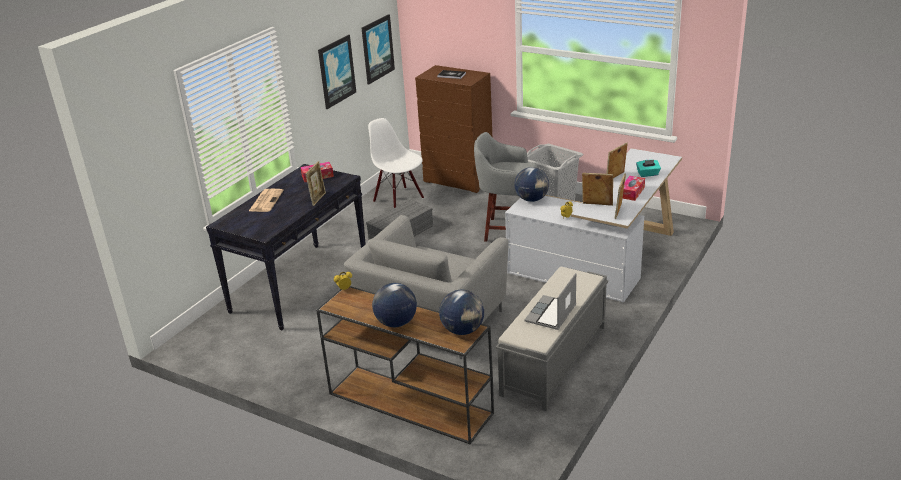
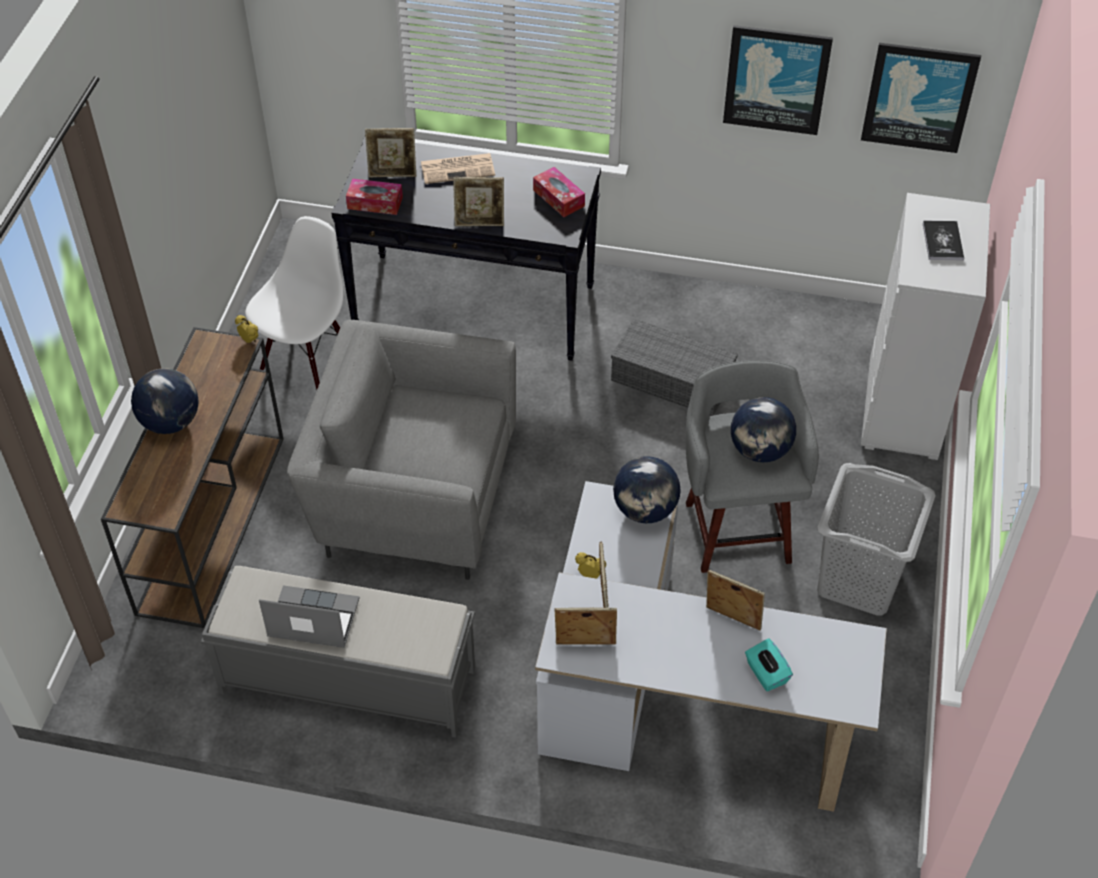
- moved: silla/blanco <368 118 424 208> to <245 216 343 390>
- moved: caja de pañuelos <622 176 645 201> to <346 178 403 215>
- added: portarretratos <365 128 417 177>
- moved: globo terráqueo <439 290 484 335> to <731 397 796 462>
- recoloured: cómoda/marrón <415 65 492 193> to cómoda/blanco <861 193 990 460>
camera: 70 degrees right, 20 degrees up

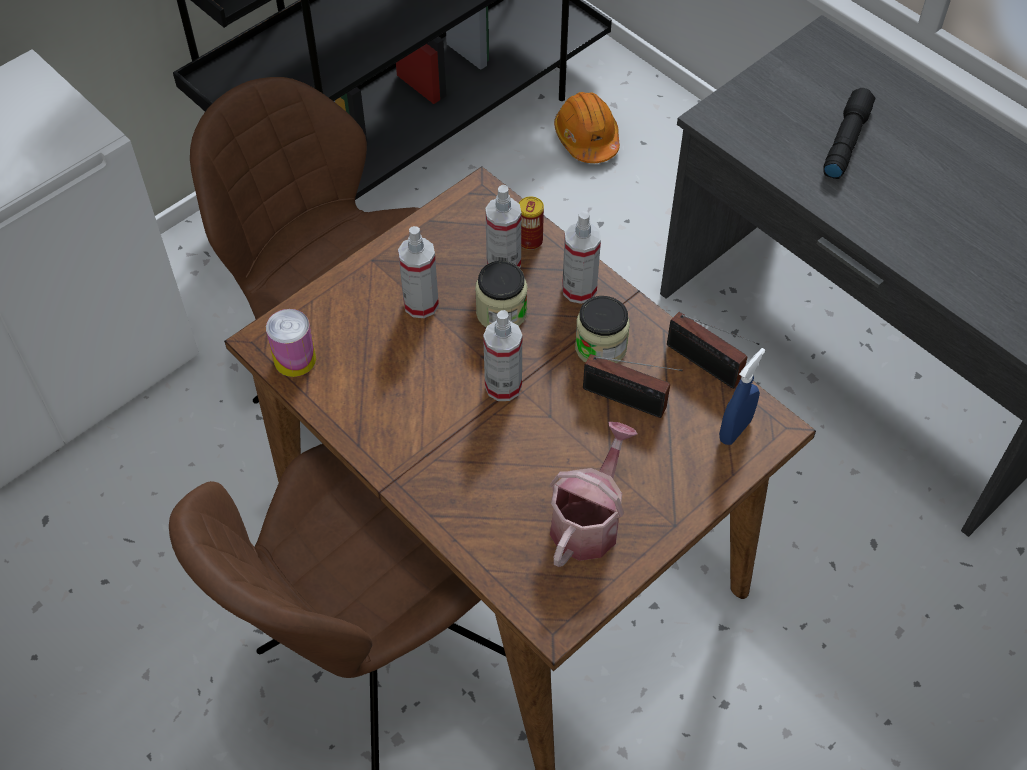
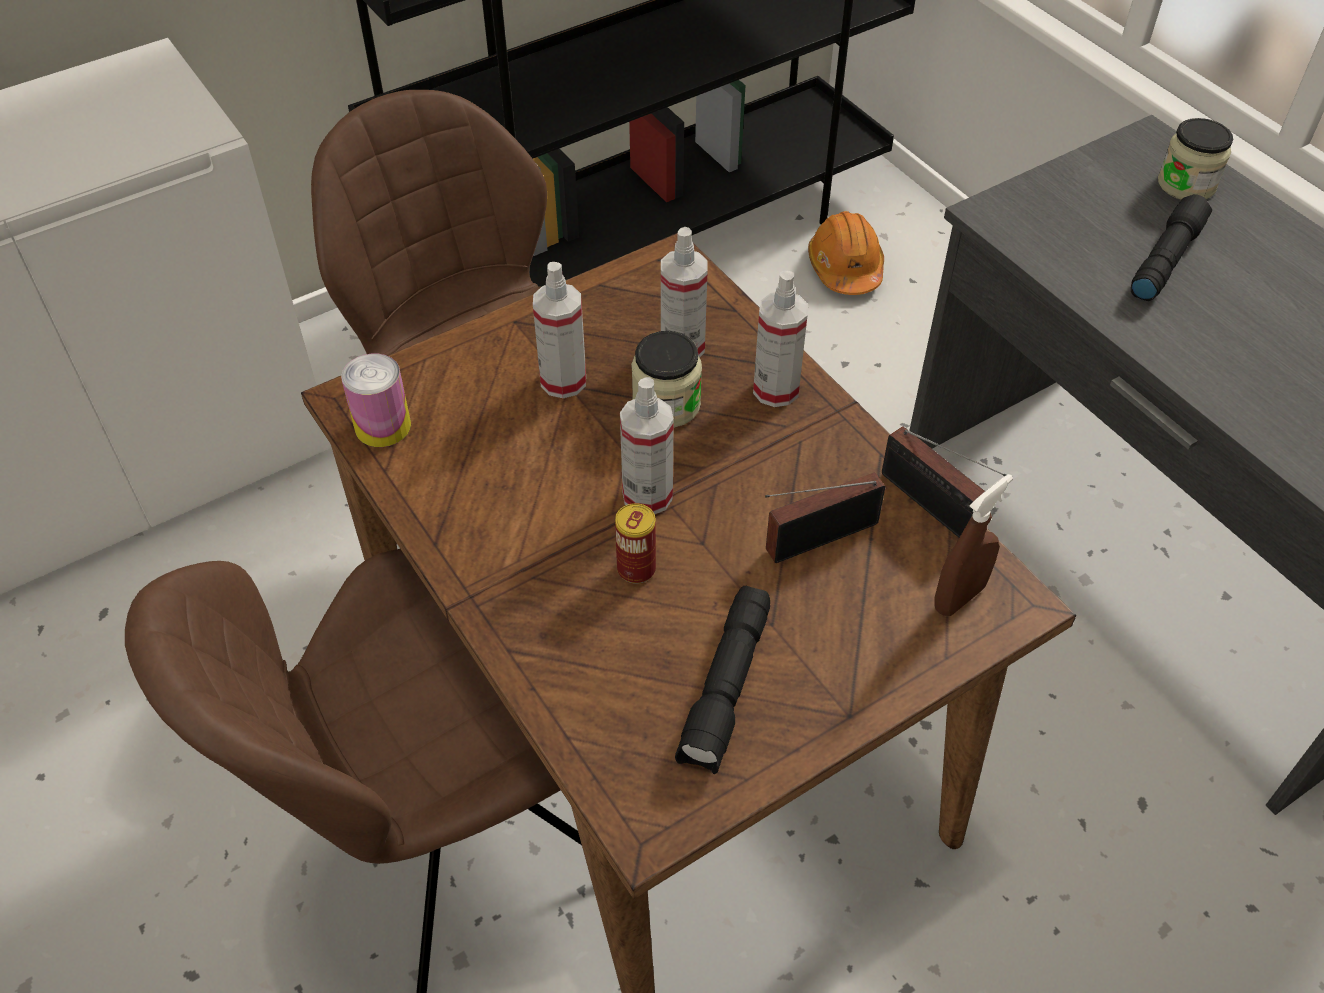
- moved: lata <519 196 544 250> to <615 503 656 584>
- replaced: regadera <550 422 637 567> to linterna/negro <675 586 770 774>
- turned: radio <583 354 683 418> = <765 473 885 563> 120 degrees clockwise
- recoloured: pulverizador/azul <719 348 765 445> to pulverizador/marrón <935 474 1013 616>
- moved: tarro <575 296 630 363> to <1158 118 1233 200>
camera: 10 degrees right, 5 degrees down

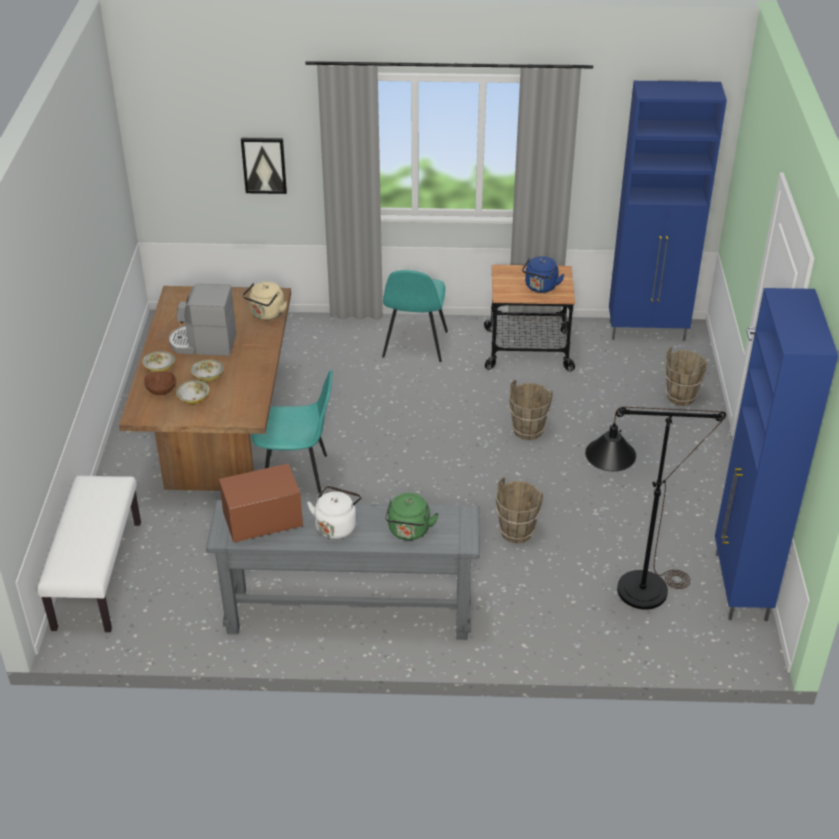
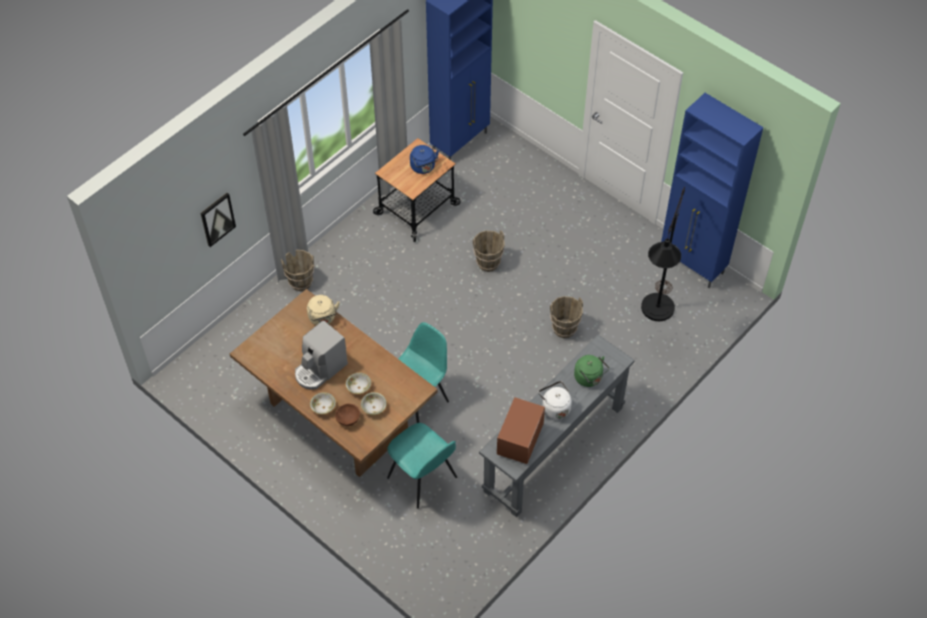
- moved: cubo/marrón <665 347 708 406> to <281 250 314 291>
- moved: silla/turquesa <382 270 448 362> to <387 423 457 509>
- removed: banco/blanco <37 476 141 632>
camera: 50 degrees left, 15 degrees up

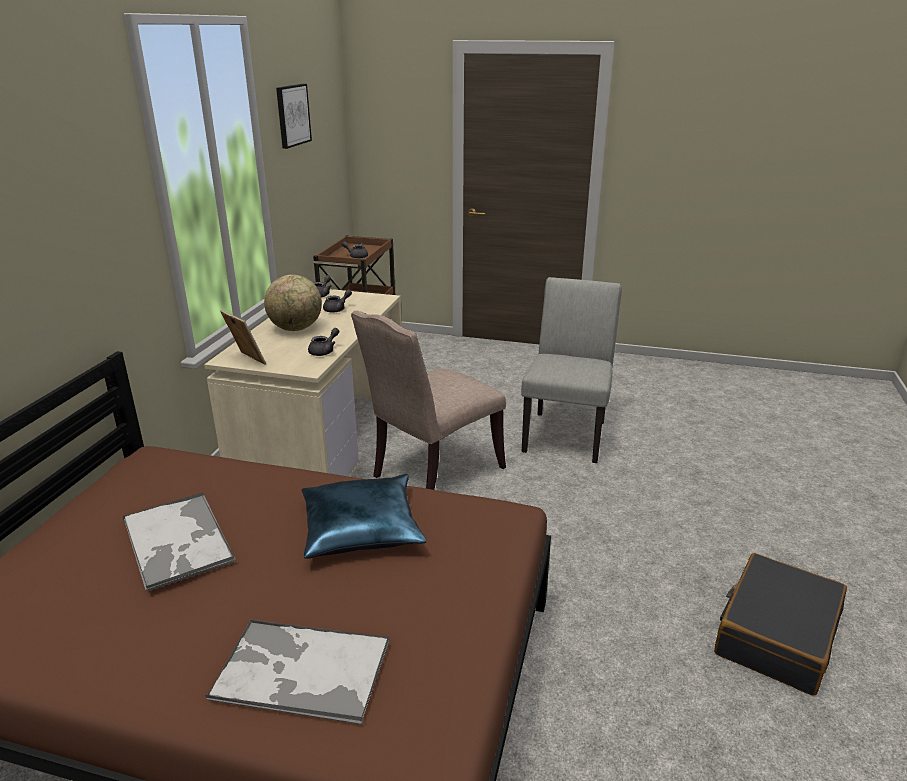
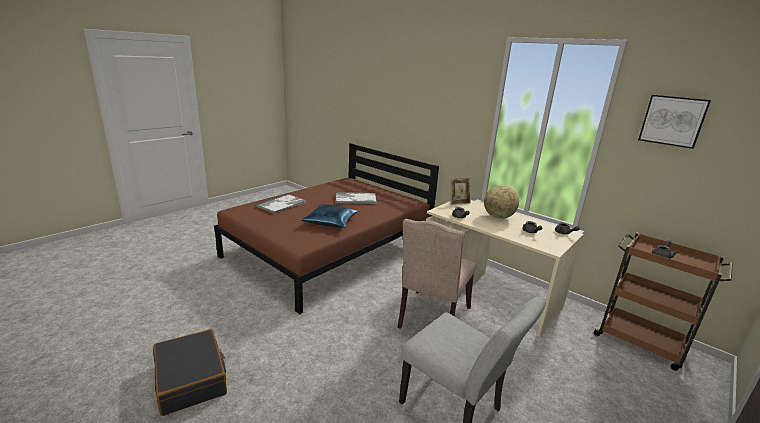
- turned: silla/beis <351 311 506 490> = <397 219 477 329> 135 degrees counterclockwise
camera: 115 degrees right, 5 degrees down

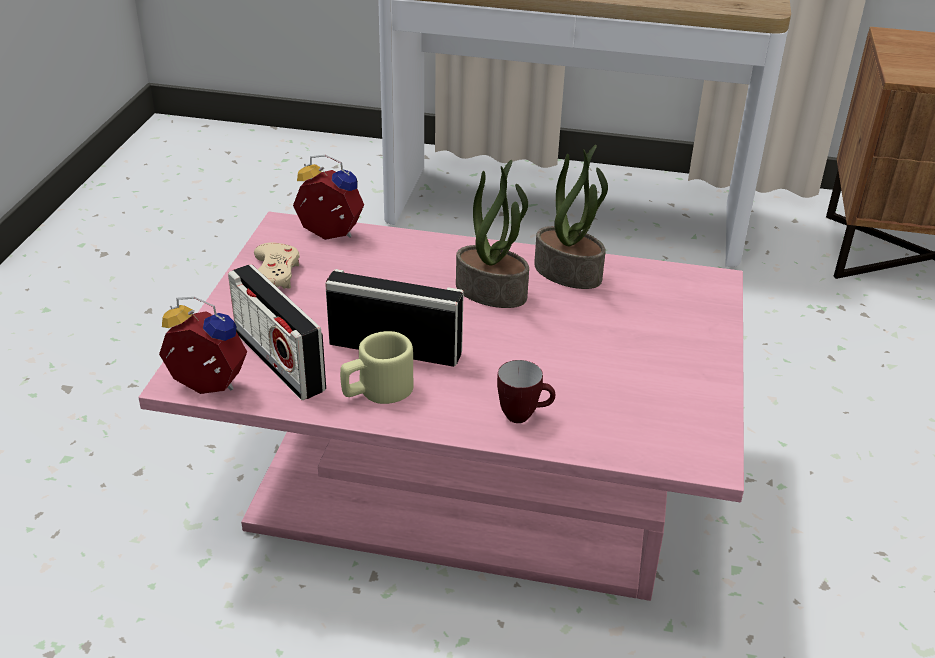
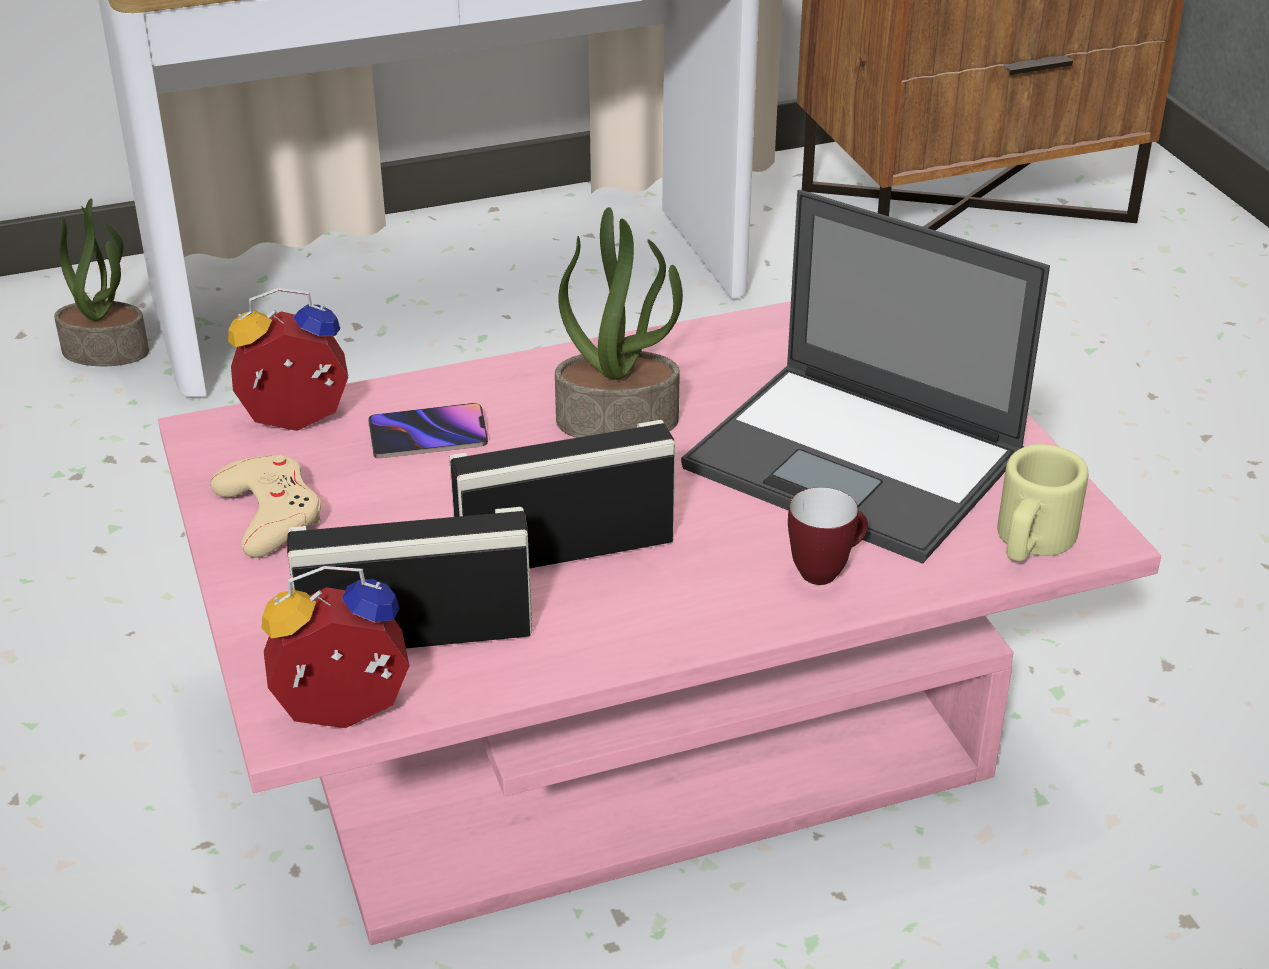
- moved: planta en maceta <534 145 608 289> to <54 198 149 366>
- turned: radio <228 264 326 400> = <287 507 532 648> 150 degrees clockwise
- added: móvil <368 403 488 458>
- added: portátil <681 190 1050 564>
- moved: taza grande/beis <340 331 413 404> to <997 444 1089 561>
camera: 30 degrees left, 0 degrees up

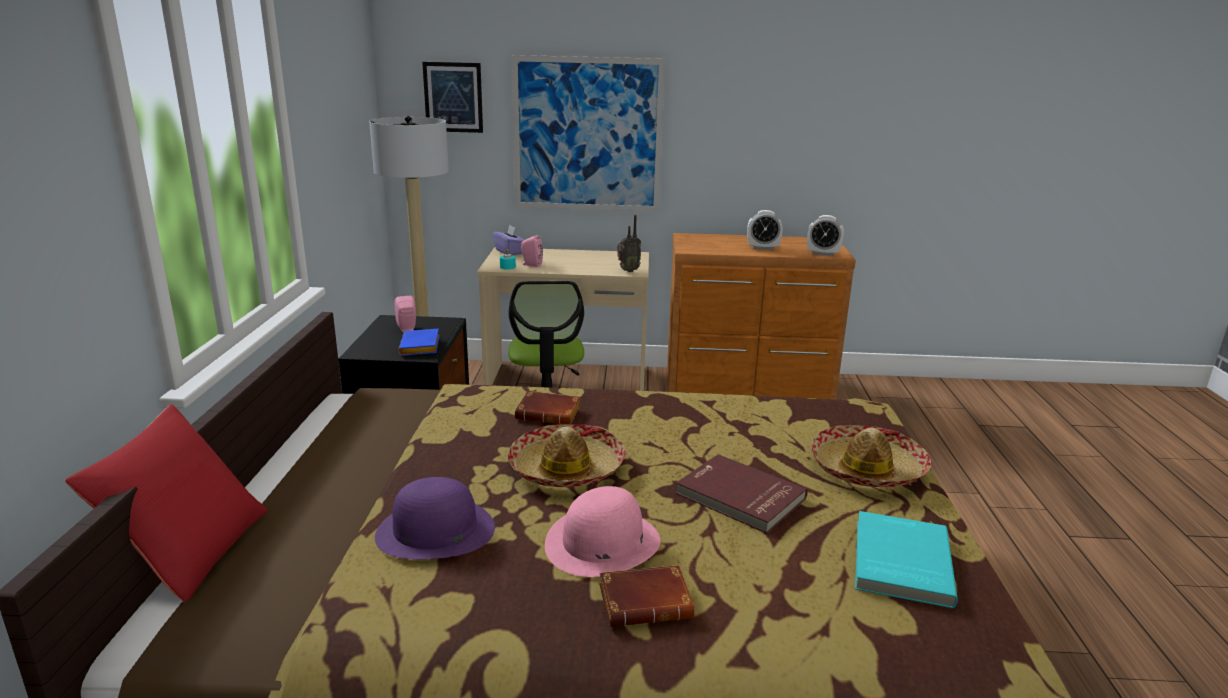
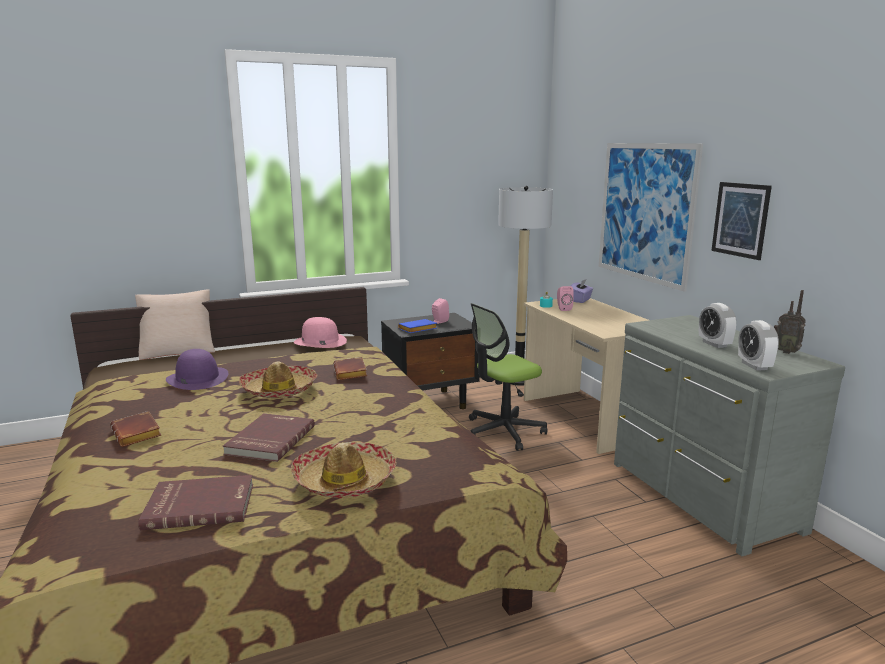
- recoloured: cojín/rojo <65 404 268 602> to cojín/beis <135 289 215 360>
- recoloured: libro/turquesa <855 511 958 608> to libro/rojo <138 475 253 530>
- moved: sombrero/rosa <545 486 660 577> to <294 317 347 348>
- recoloured: cómoda/marrón <667 233 856 399> to cómoda/gris <614 315 845 556>
- moved: cuadro <422 62 483 133> to <711 182 772 260>
- moved: radio <617 215 641 272> to <774 290 806 354>
camera: 65 degrees right, 5 degrees down

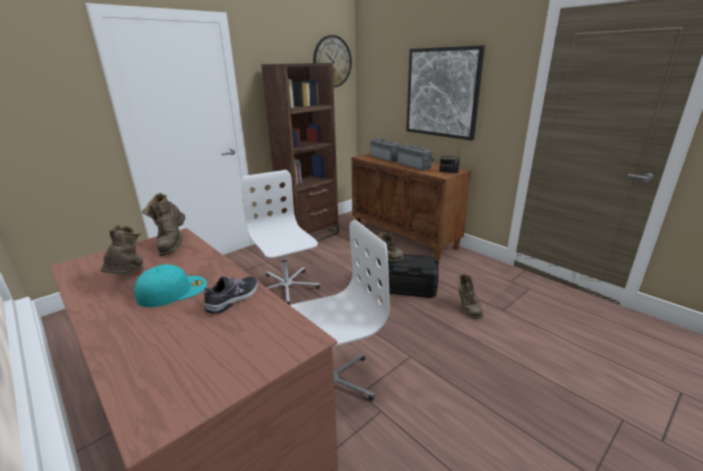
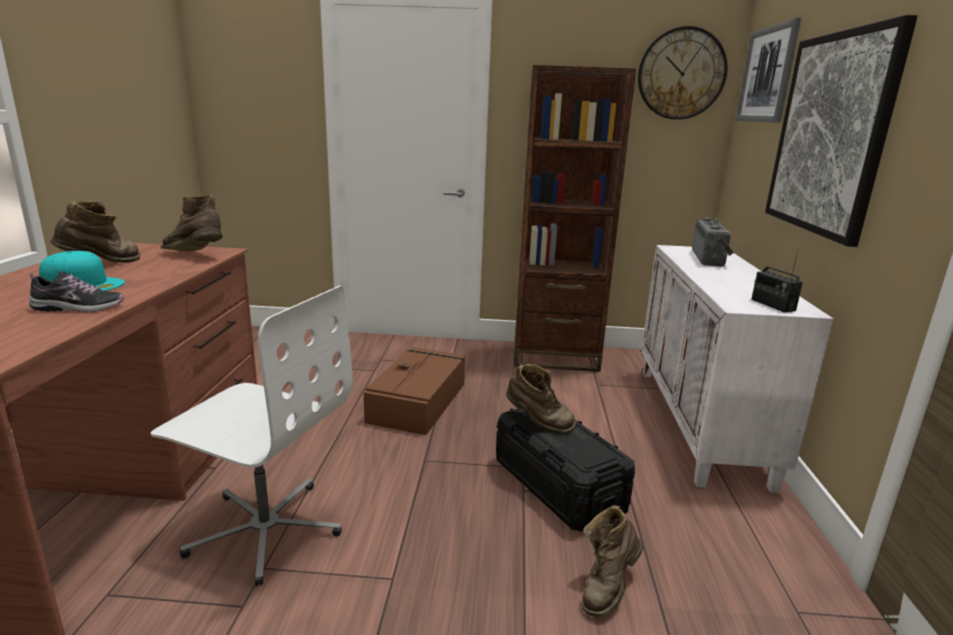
- turned: bota/marrón <142 193 185 256> = <161 195 222 251> 75 degrees clockwise
- replaced: silla de oficina/blanco <241 170 320 305> to caja de almacenaje/marrón <364 347 466 435>
- recoloured: armario/marrón <351 153 471 260> to armario/blanco <641 245 834 493>
- added: cuadro <736 17 802 123>
- removed: radio <397 144 434 171>
camera: 45 degrees right, 5 degrees down

